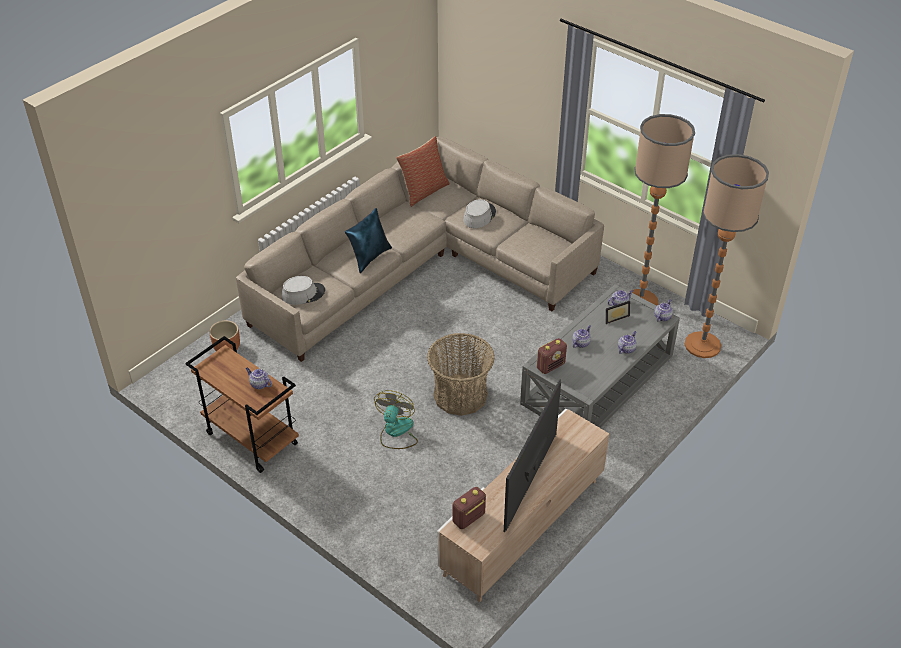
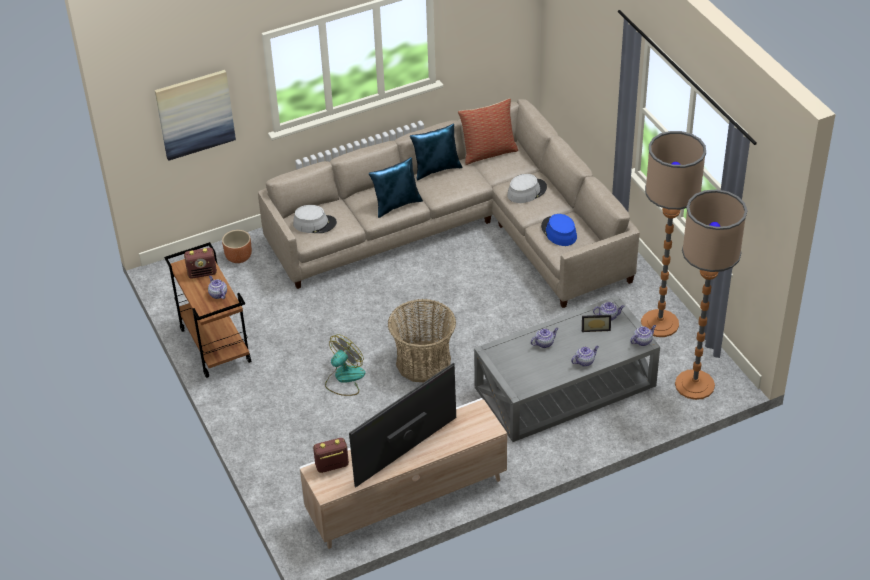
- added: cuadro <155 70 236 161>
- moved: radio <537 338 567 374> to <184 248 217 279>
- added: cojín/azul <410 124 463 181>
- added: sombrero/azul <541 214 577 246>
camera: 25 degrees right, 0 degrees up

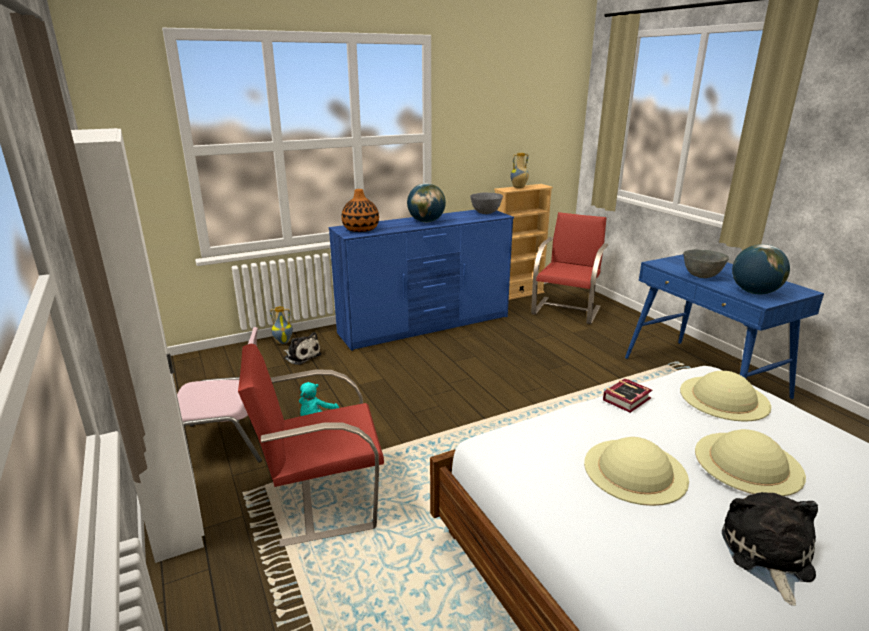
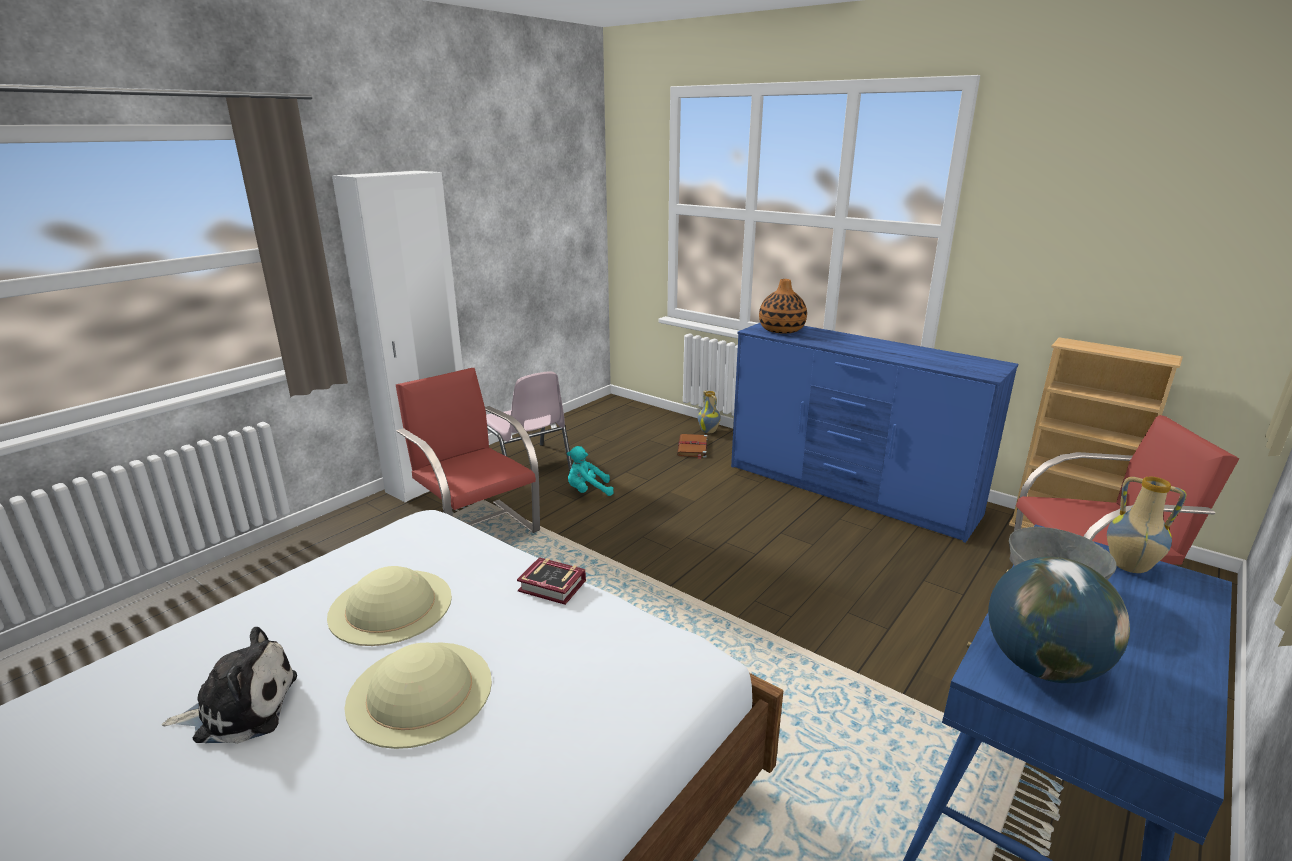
- replaced: peluche <284 332 322 365> to libro/marrón <677 434 708 459>
- moved: florero <510 153 529 188> to <1107 476 1187 573>
- removed: globo terráqueo <407 183 446 222>
- removed: cuenco/gris <470 193 503 214>
- removed: sombrero/beis <680 371 771 422>
camera: 65 degrees right, 0 degrees up

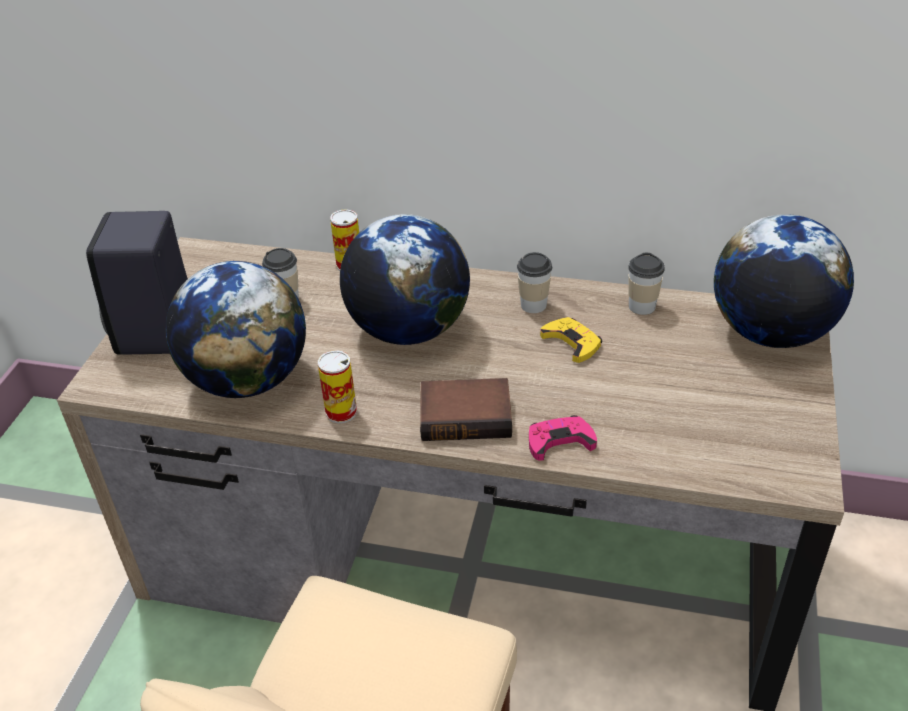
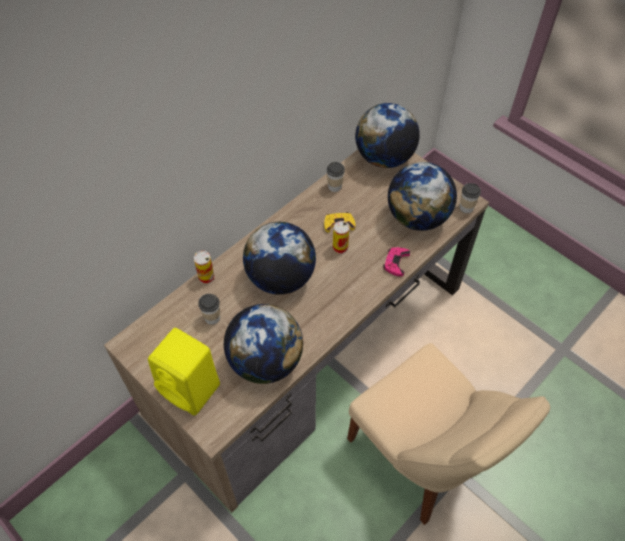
- recoloured: altavoz/negro <86 211 188 355> to altavoz/amarillo <148 328 220 416>
- moved: lata <318 350 357 423> to <333 221 350 254>
- added: globo terráqueo <388 162 457 231>
- moved: taza <517 252 552 313> to <460 183 481 213>
- removed: libro <420 378 512 441>
camera: 60 degrees left, 15 degrees up

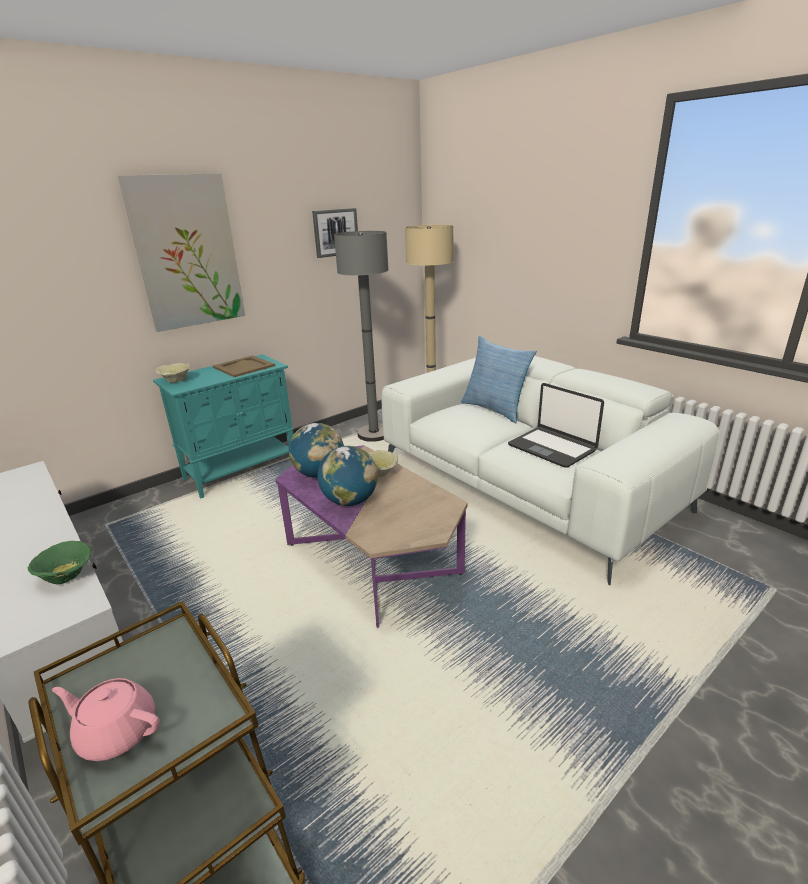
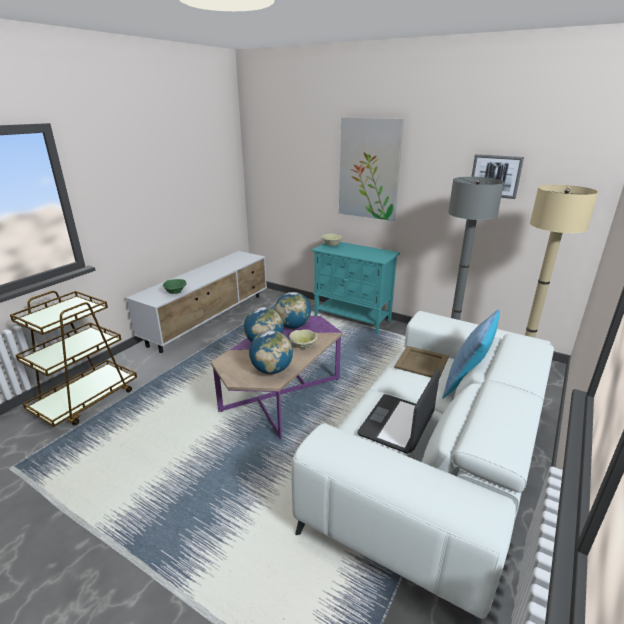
- added: globo terráqueo <249 330 293 374>
- moved: bandeja/beis <213 355 275 377> to <394 346 449 379>
- removed: tetera/rosa <52 678 160 761>
camera: 70 degrees right, 0 degrees up

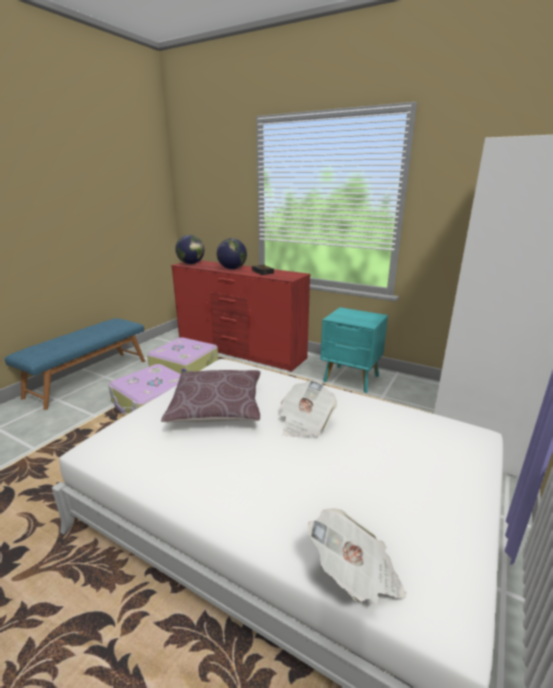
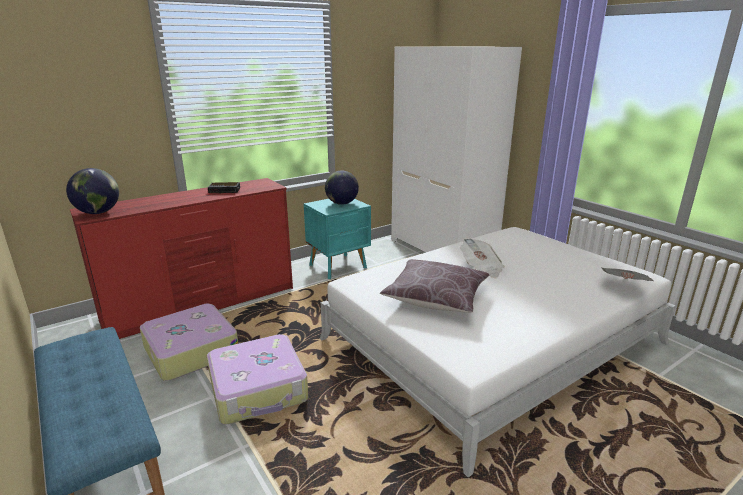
- moved: globo terráqueo <217 238 247 269> to <325 171 359 205>
camera: 65 degrees left, 0 degrees up

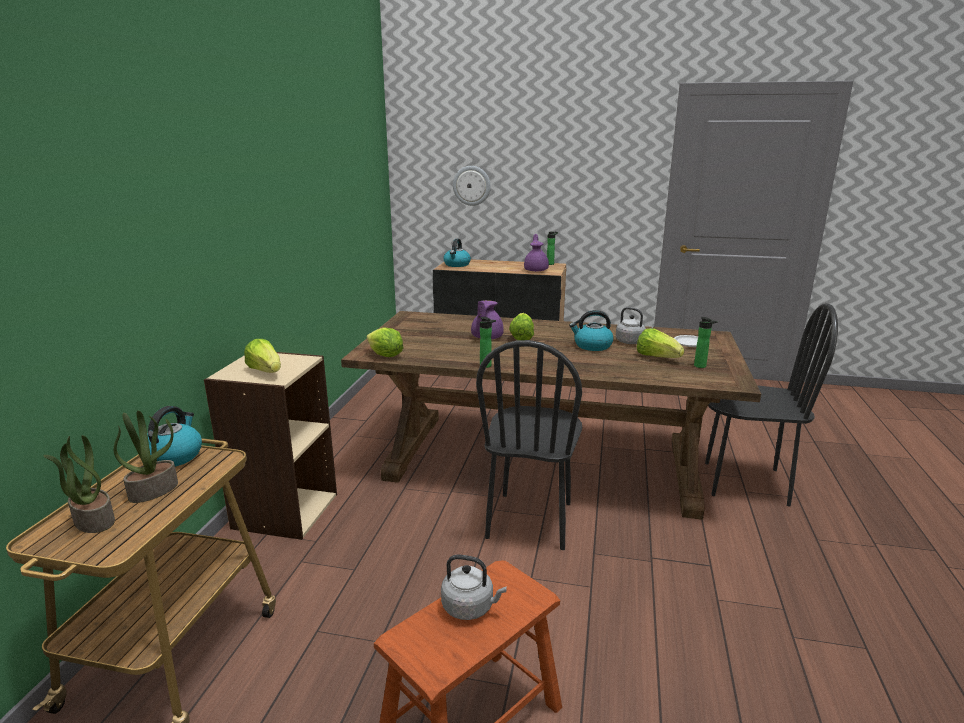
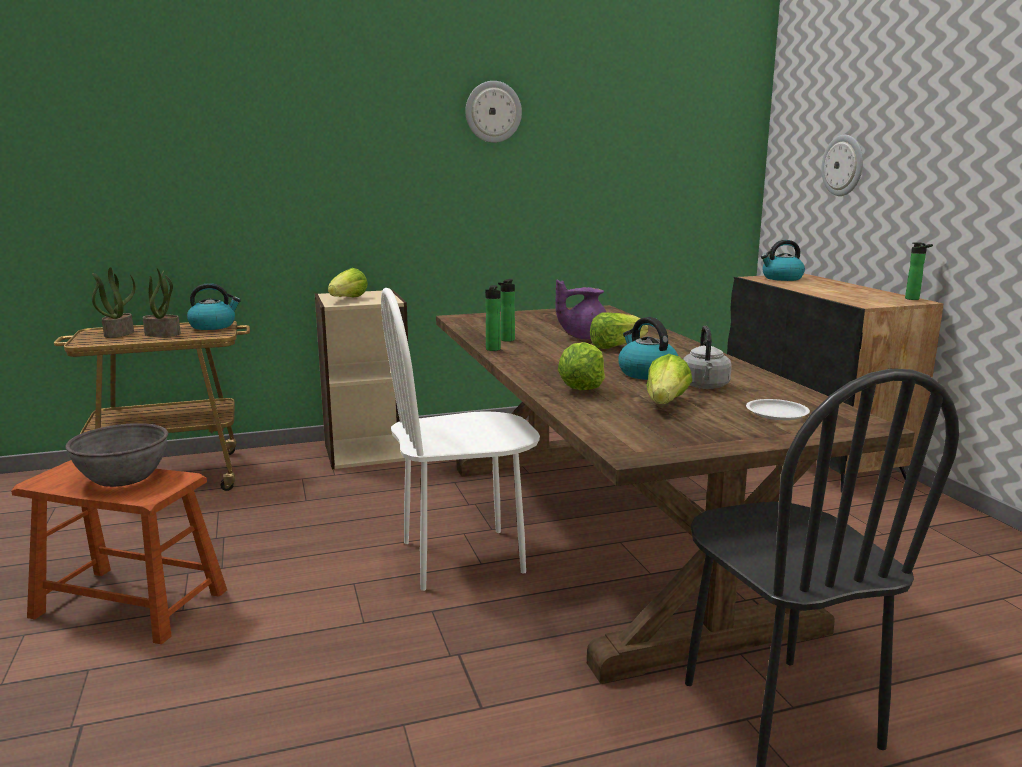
- replaced: hervidor/gris <441 555 507 620> to cuenco/gris <65 423 168 487>
- recoloured: silla/negro <476 340 582 550> to silla/blanco <381 288 540 591>
- added: reloj de pared <465 81 522 143>
- moved: botella <694 317 718 368> to <498 279 515 342>
- moved: lechuga <367 327 403 357> to <558 342 605 390>
- removed: tetera/morado <524 234 549 272>
camera: 60 degrees right, 5 degrees down

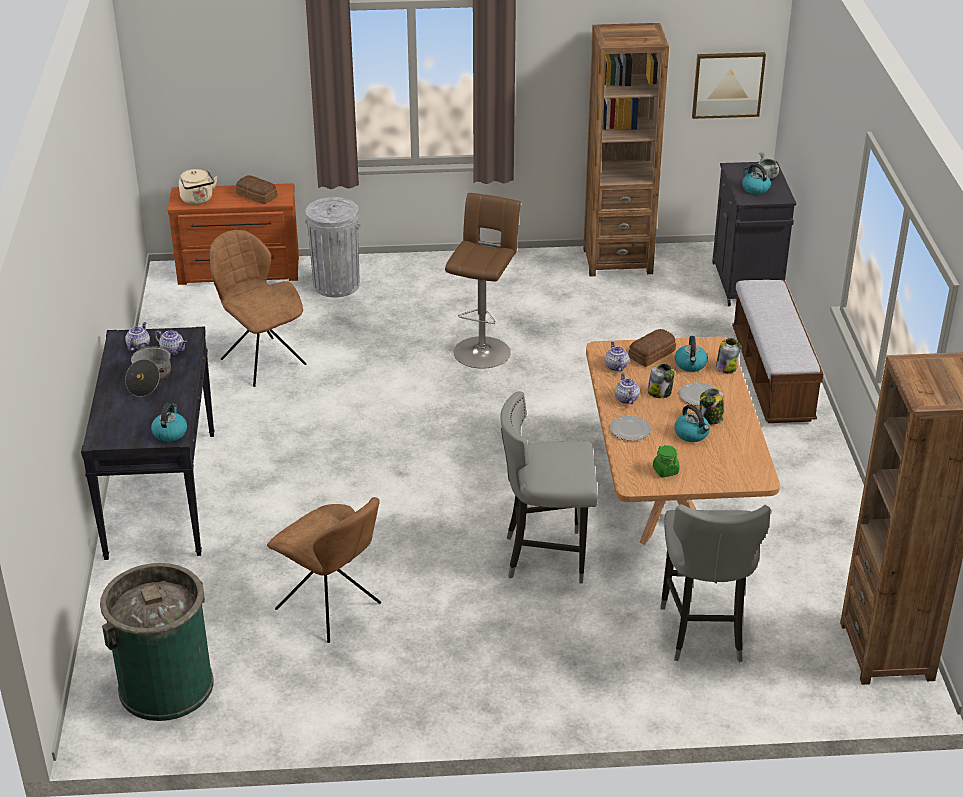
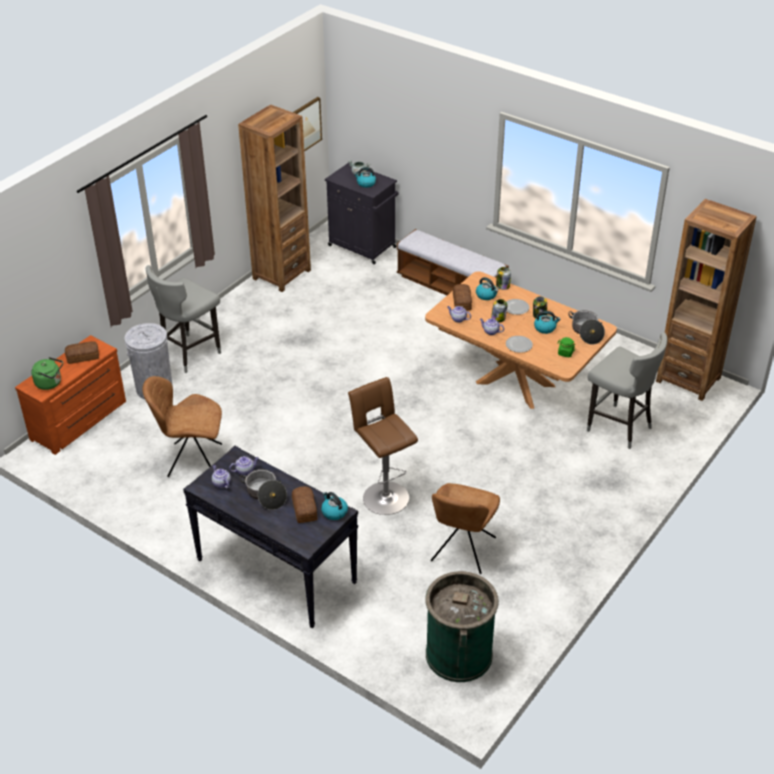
- recoloured: hervidor/beis <179 169 218 205> to hervidor/verde <31 357 63 390>
- moved: taburete/gris <500 391 598 583> to <146 265 221 373>
- added: pan <292 486 317 523>
- moved: taburete/marrón <445 193 521 369> to <348 377 418 515>
- turned: silla/marrón <267 497 381 643> = <431 483 500 574> 120 degrees clockwise
- added: olla <568 310 605 345>
camera: 50 degrees left, 5 degrees up

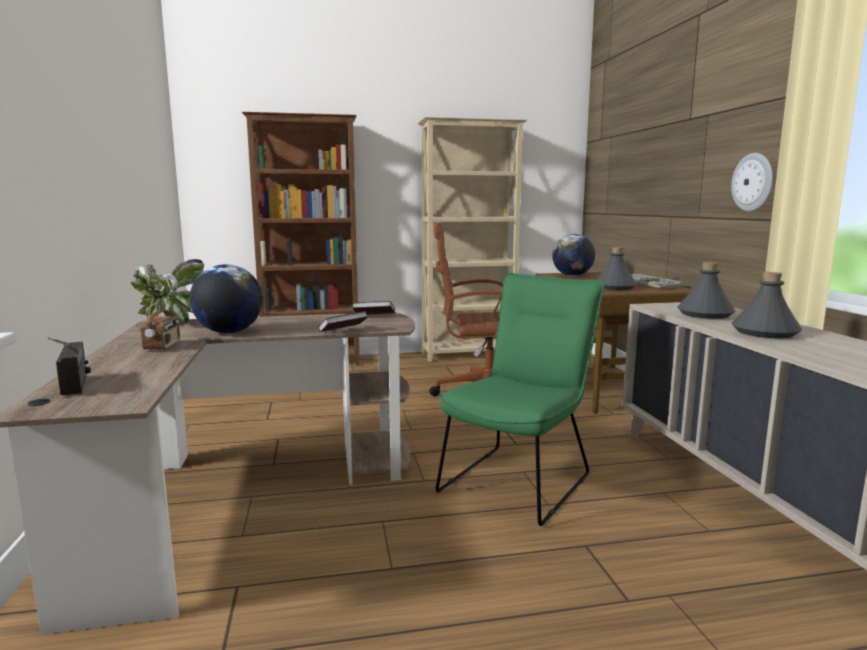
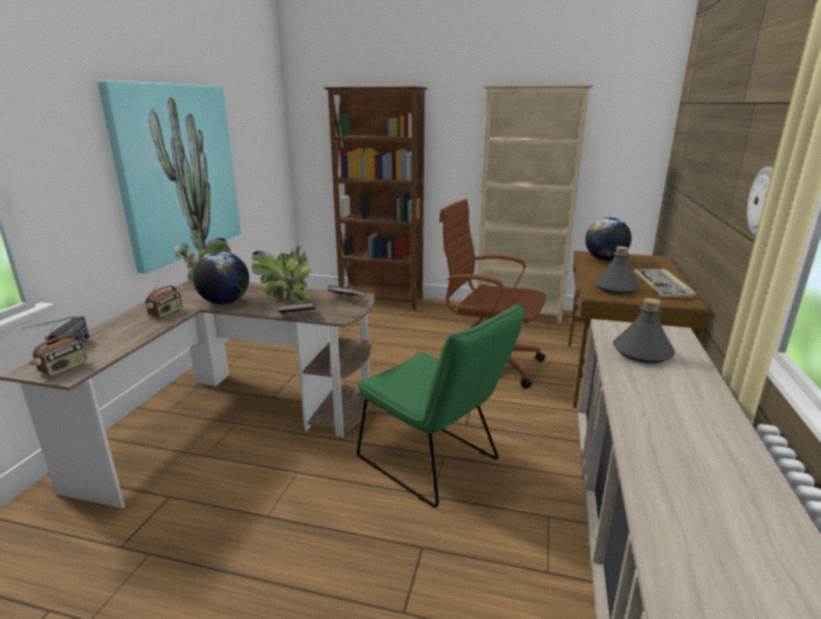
- added: radio <33 323 87 376>
- added: cuadro <97 80 241 273>
- added: planta en maceta <251 246 311 301>
- turned: silla/verde <436 273 605 526> = <357 303 525 508> 75 degrees clockwise
- removed: botella/gris <732 272 803 338>
camera: 25 degrees right, 10 degrees up

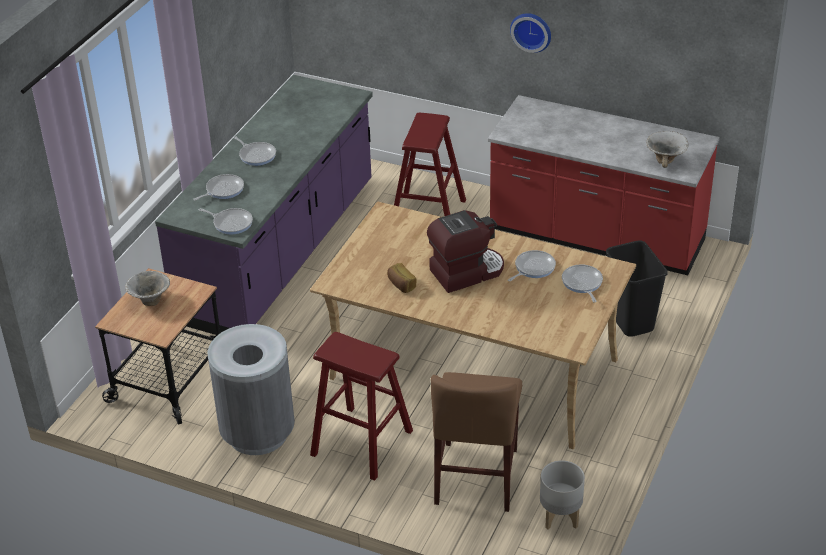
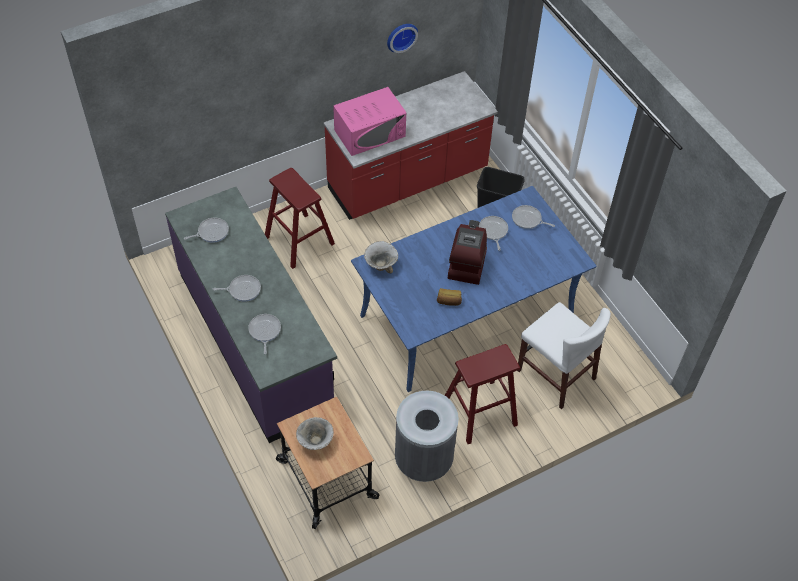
- moved: sartén <199 208 253 234> to <184 218 229 243>
- added: microondas/rosa <333 87 406 156>
- recoloured: mesa de comedor/beis <310 202 636 449> to mesa de comedor/azul <351 186 597 392>
- moved: cuenco <646 131 689 168> to <364 241 398 274>
- moved: reloj de pared <510 13 551 53> to <387 24 418 53>
- recoloured: silla/marrón <431 372 522 512> to silla/blanco <518 302 611 409>
- removed: maceta/gris <540 460 585 530>
camera: 55 degrees left, 15 degrees up

